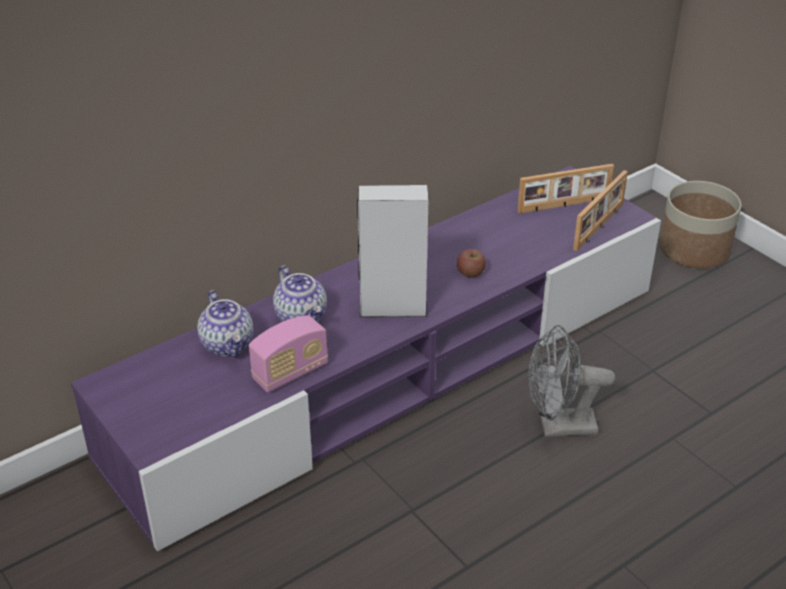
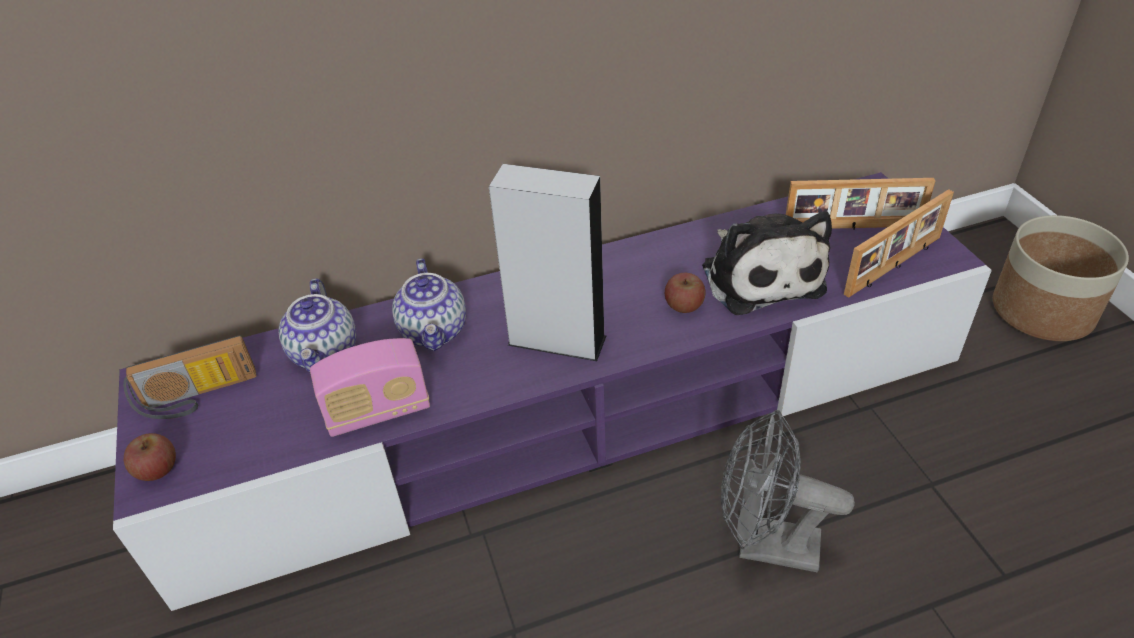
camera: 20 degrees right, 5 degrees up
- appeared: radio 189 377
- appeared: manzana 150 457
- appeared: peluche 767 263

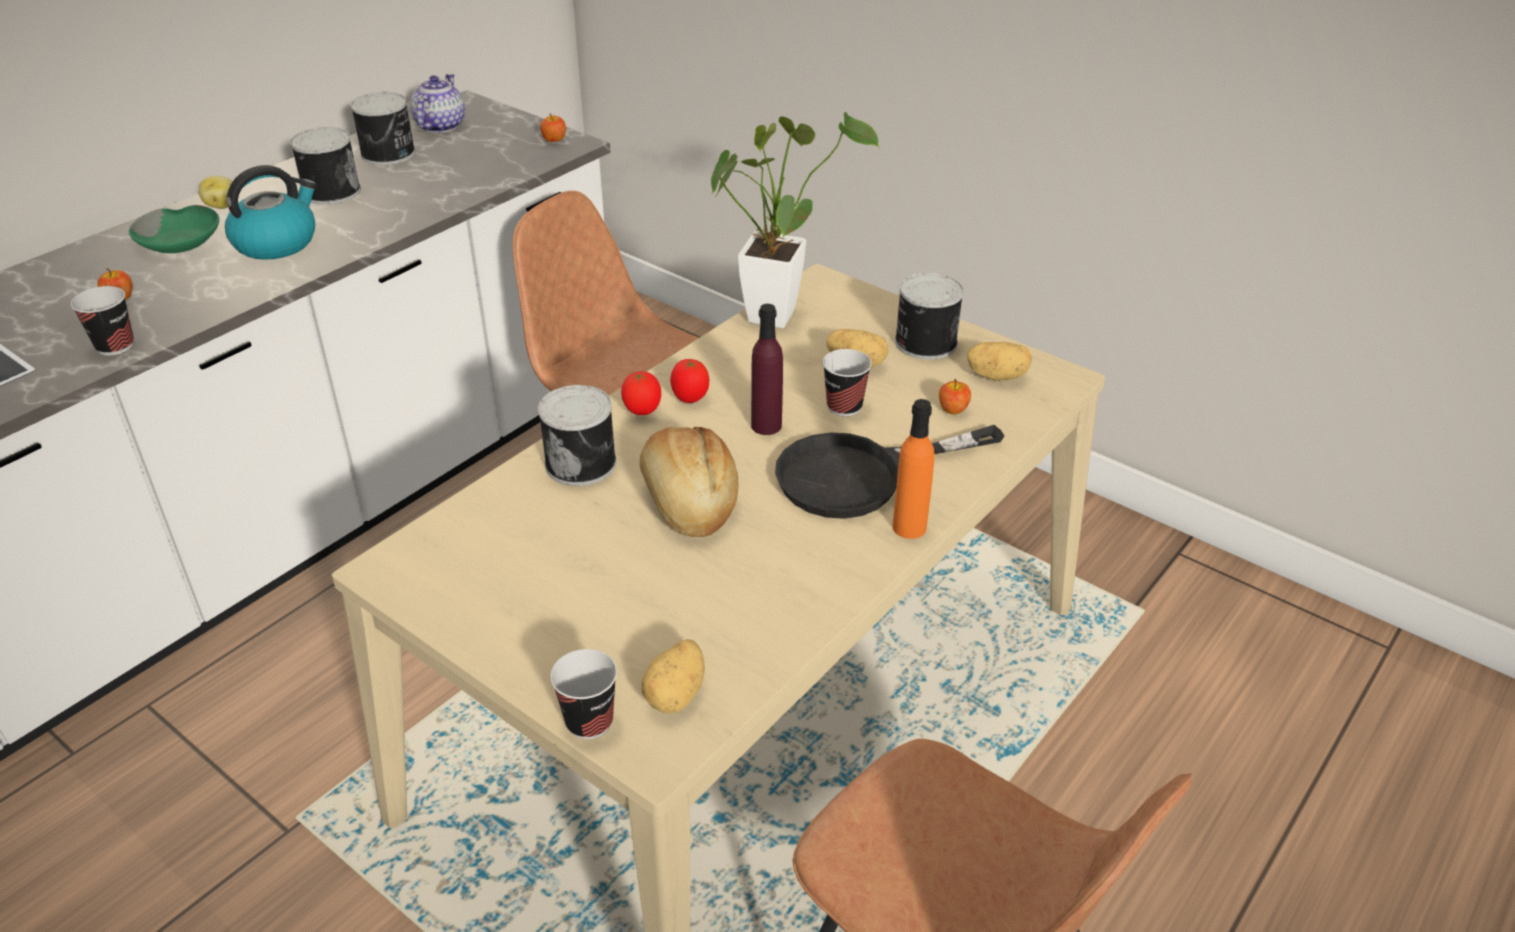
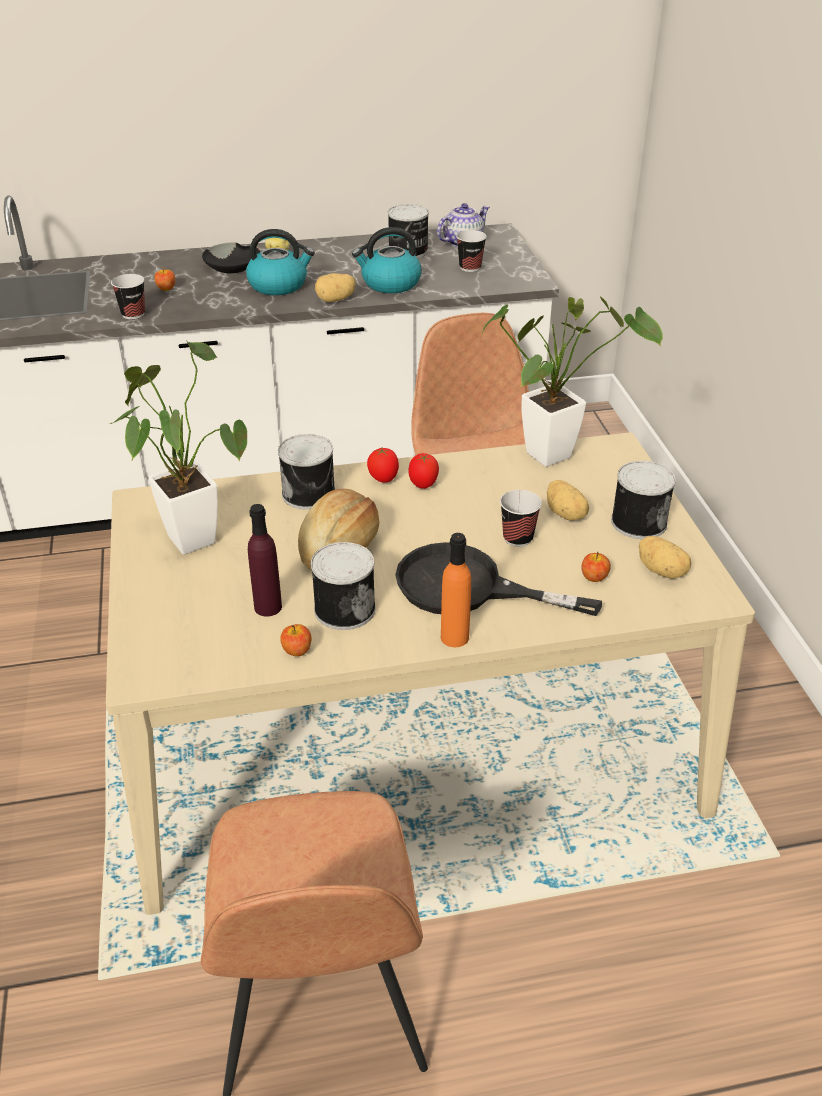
camera: 40 degrees right, 0 degrees up
- colour: cuenco (verde) 174 229 to cuenco (negro) 231 257
- relocated: lata 325 166 to 343 586
- relocated: manzana 553 128 to 296 640
- relocated: taza 583 694 to 471 251
- relocated: patata 673 676 to 335 287
- relocated: botella (morado) 767 369 to 265 560
- appeared: planta en maceta 178 447
- appeared: hervidor 387 260

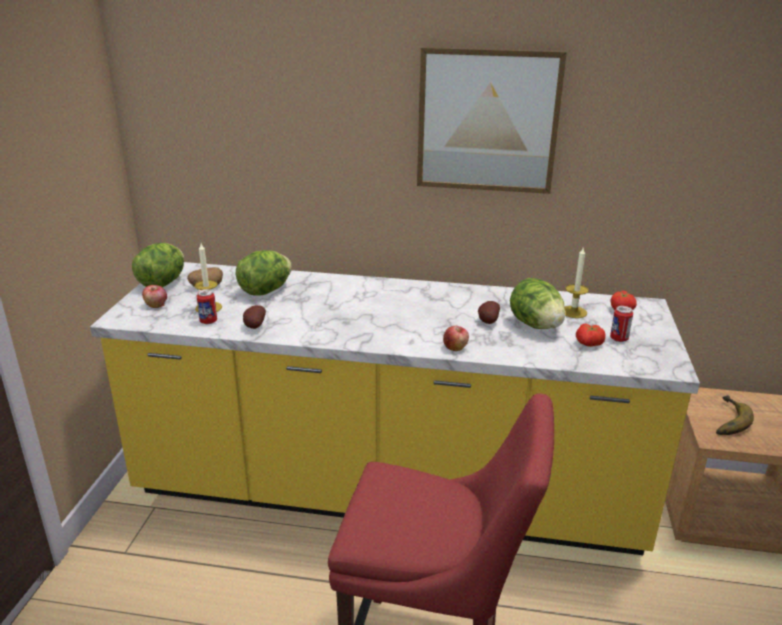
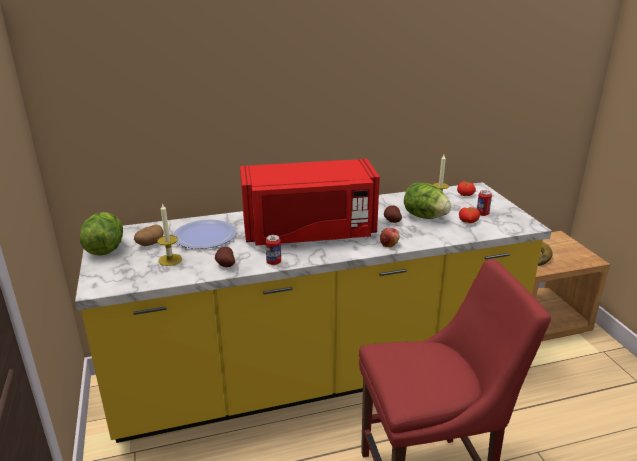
camera: 25 degrees left, 0 degrees up
- missing: manzana 154 296
- relocated: lata 207 306 to 273 250
- exchanged: lechuga 264 273 to plato 204 234
- missing: cuadro 492 120
- appeared: microondas (rojo) 310 202

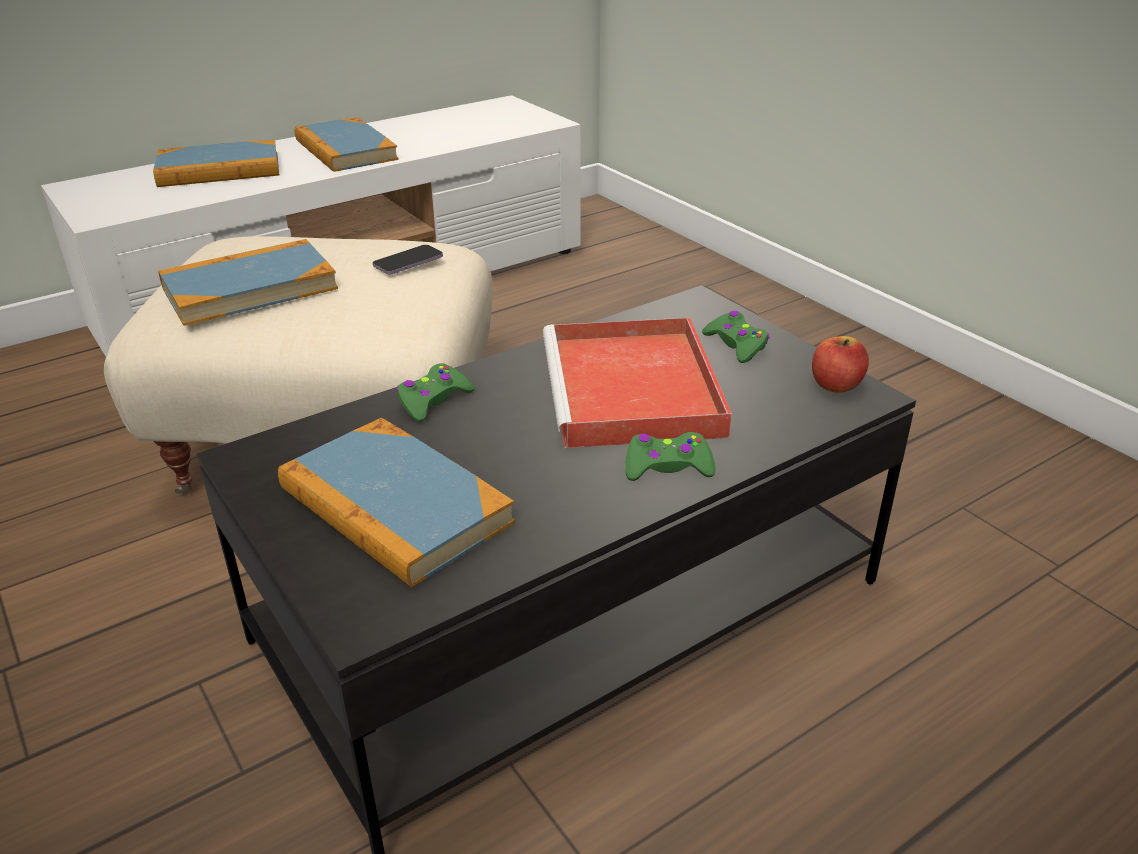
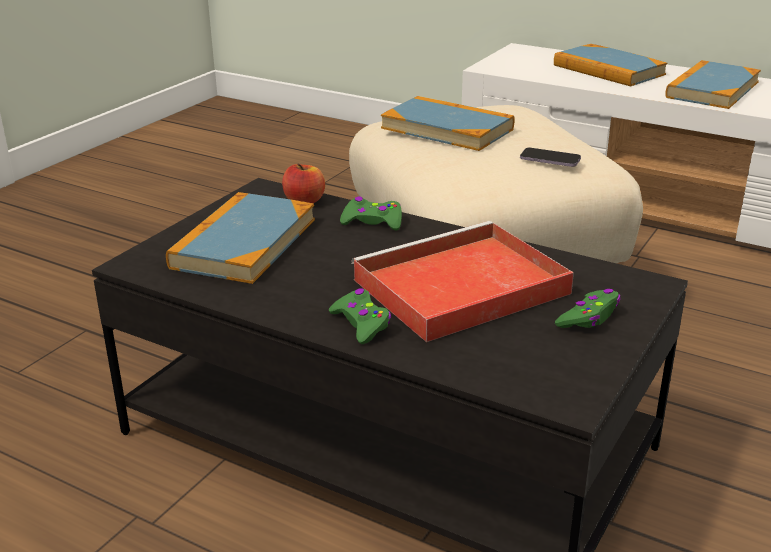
camera: 65 degrees right, 5 degrees down
- relocated: manzana 840 364 to 303 183

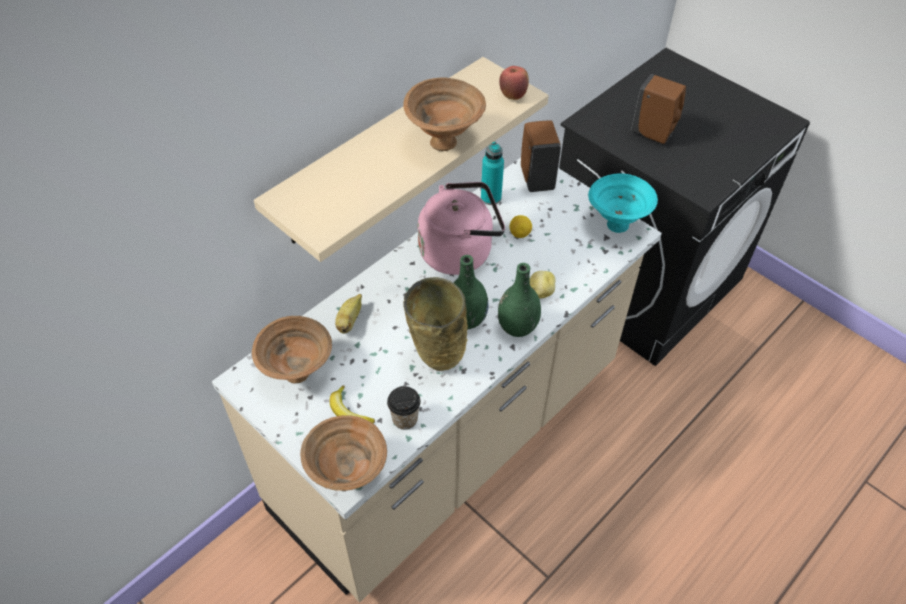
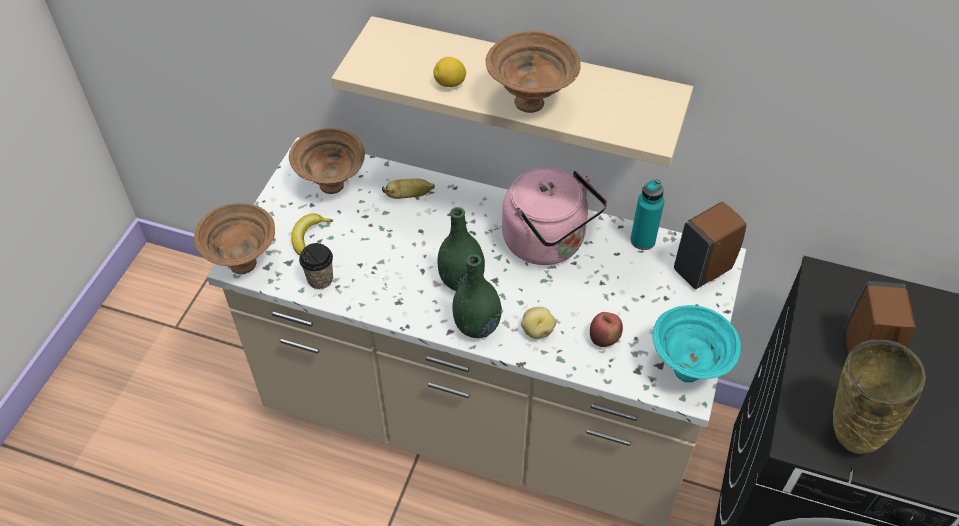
camera: 65 degrees right, 0 degrees up
- relocated: florero (beis) 435 324 to 879 397
- relocated: manzana 514 83 to 606 329
- relocated: limón 520 226 to 449 72

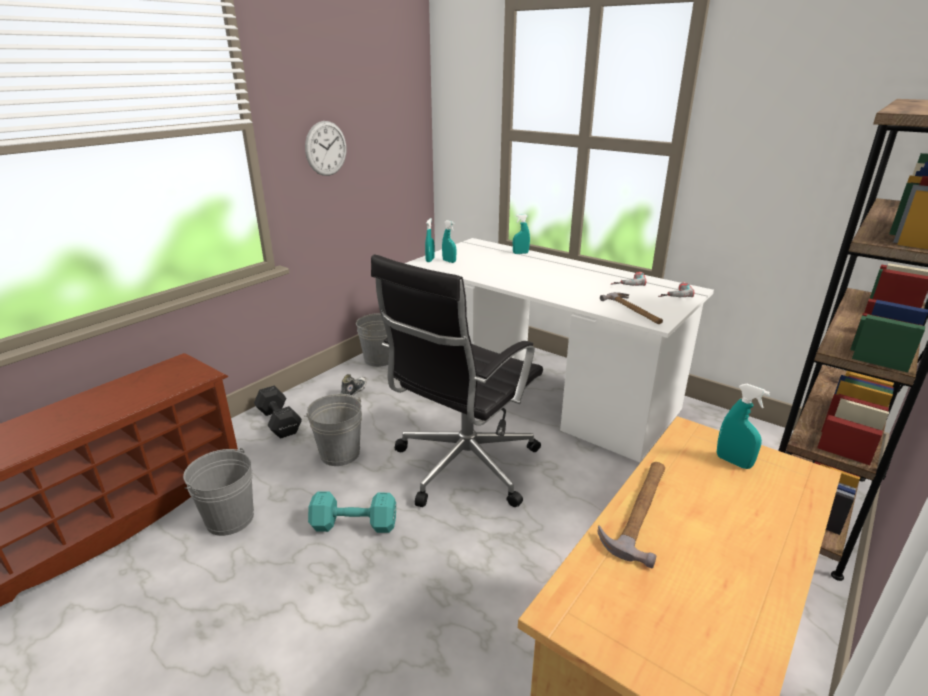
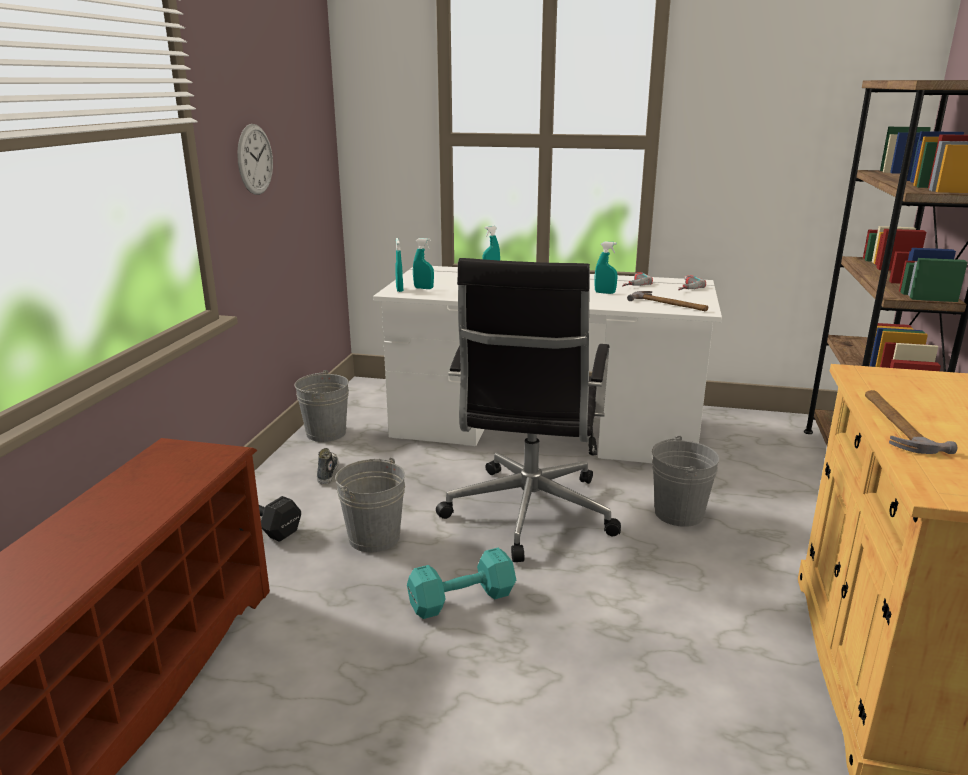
camera: 25 degrees left, 5 degrees down
- relocated: cubo (gris) 218 491 to 686 481
- relocated: pulverizador (turquesa) 743 426 to 606 267

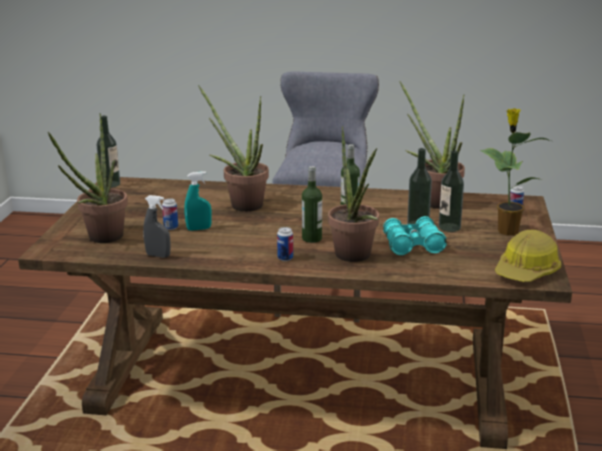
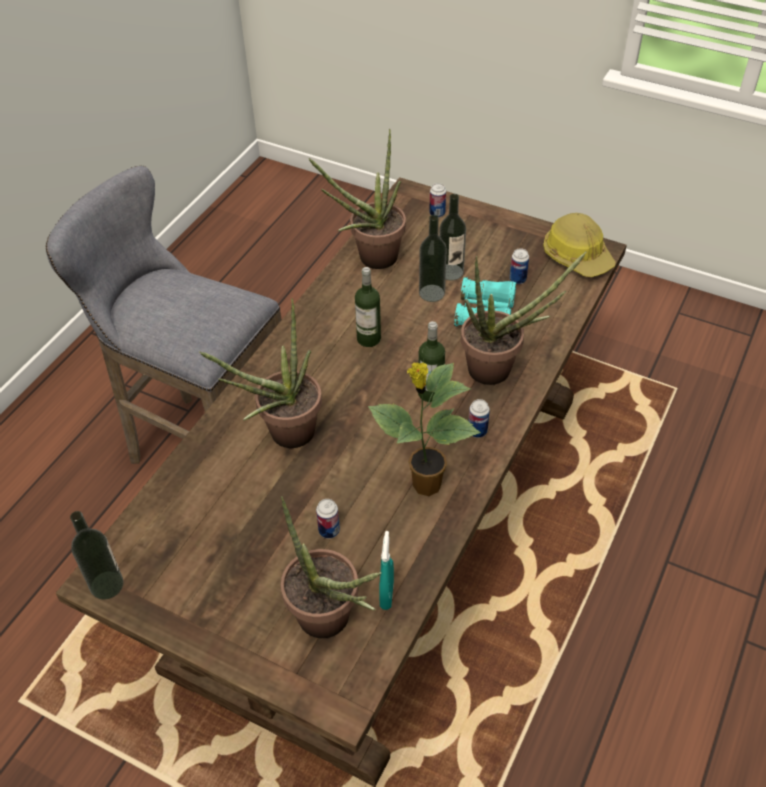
camera: 70 degrees left, 25 degrees up
- missing: pulverizador (gris) 156 226
- relocated: pulverizador (turquesa) 198 201 to 386 570
- relocated: planta en maceta 515 172 to 424 429
- appeared: lata 519 266

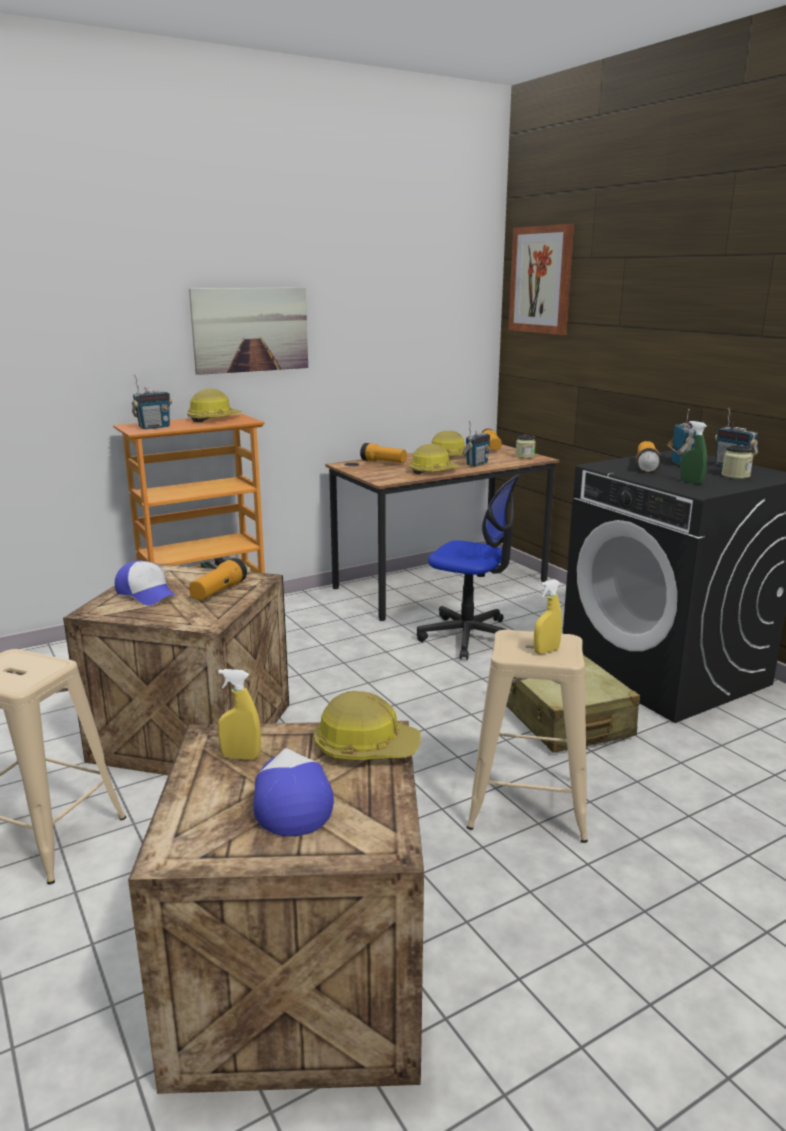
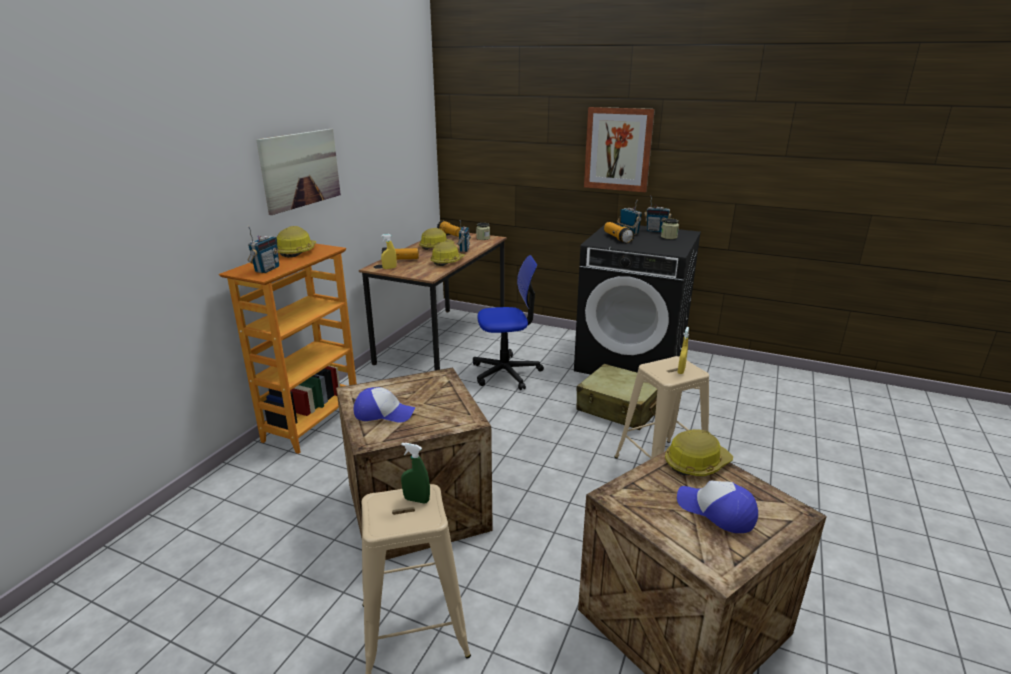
camera: 35 degrees left, 5 degrees up
- missing: linterna 218 579
- relocated: pulverizador (amarillo) 239 714 to 389 251
- relocated: cuadro 541 279 to 619 149
- relocated: pulverizador (verde) 693 453 to 415 473

